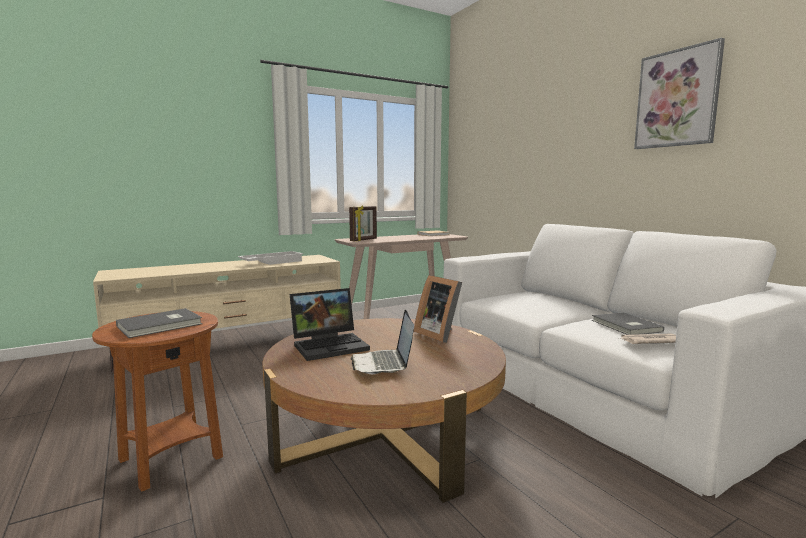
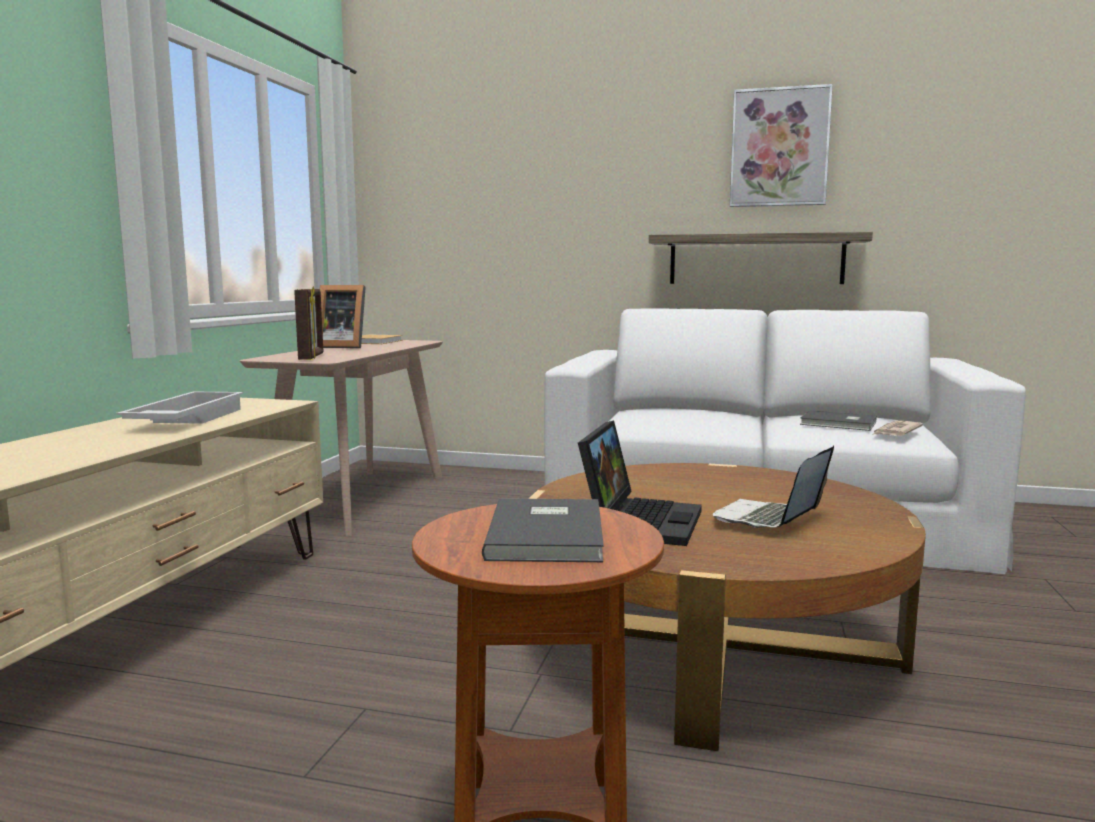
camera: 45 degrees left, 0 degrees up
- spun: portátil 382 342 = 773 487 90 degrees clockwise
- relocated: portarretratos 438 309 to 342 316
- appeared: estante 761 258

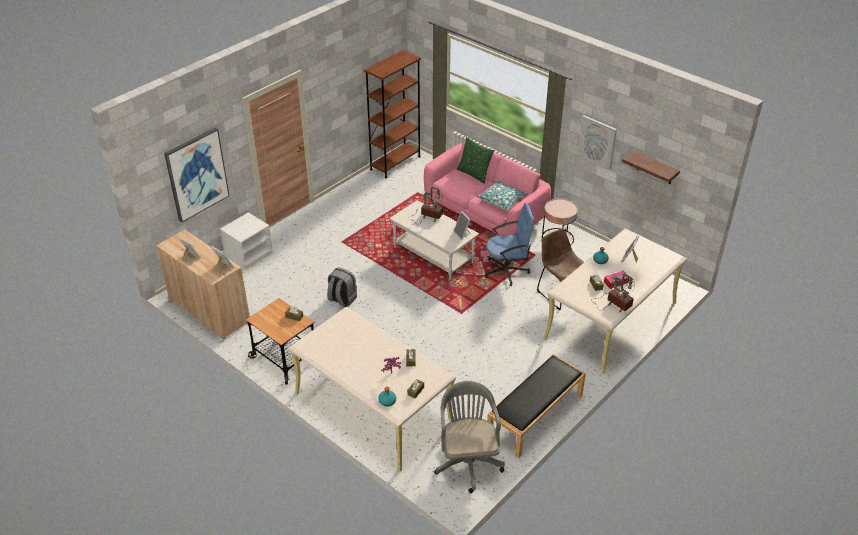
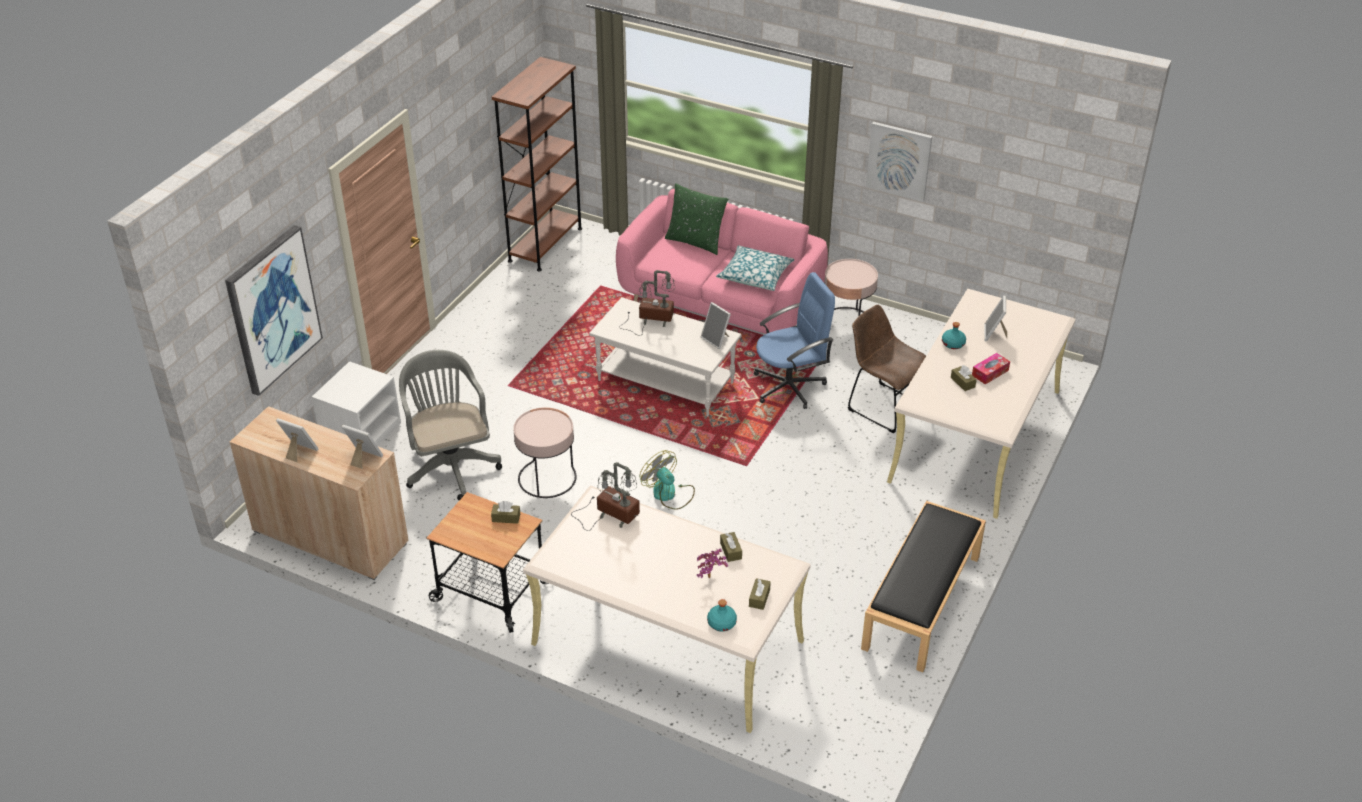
camera: 15 degrees left, 0 degrees up
- exchanged: mochila (gris) 342 287 to mesa auxiliar (rosa) 545 452
- relocated: silla de oficina (gris) 469 437 to 450 425
- relocated: lámpara de mesa 613 293 to 605 496
- missing: estante 651 167
- appeared: ventilador 667 480

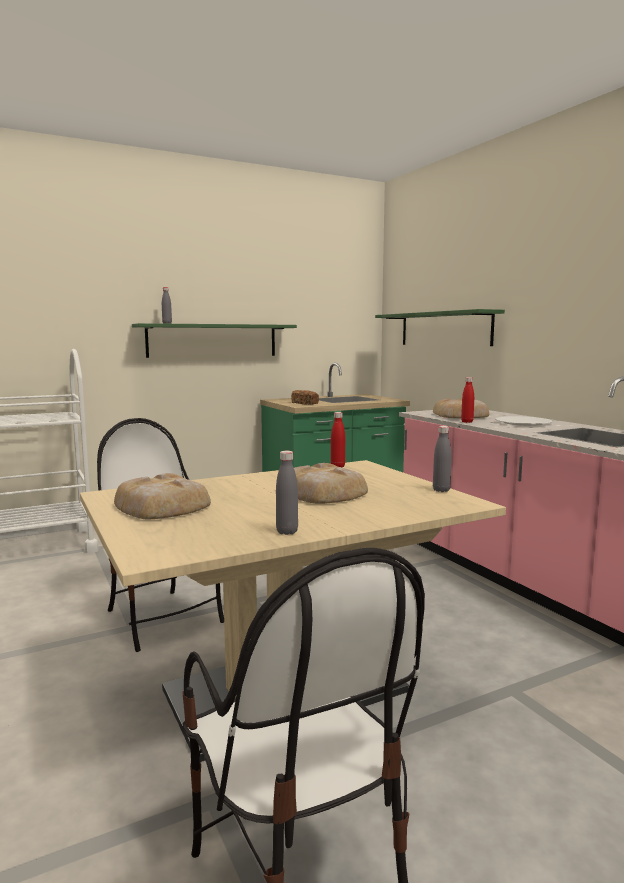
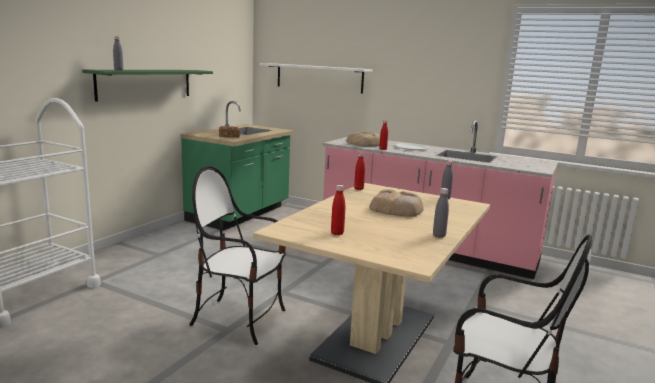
camera: 35 degrees left, 5 degrees up
- exchanged: pan 162 496 to botella (rojo) 338 210
- colour: estante (verde) 440 327 to estante (blanco) 316 78

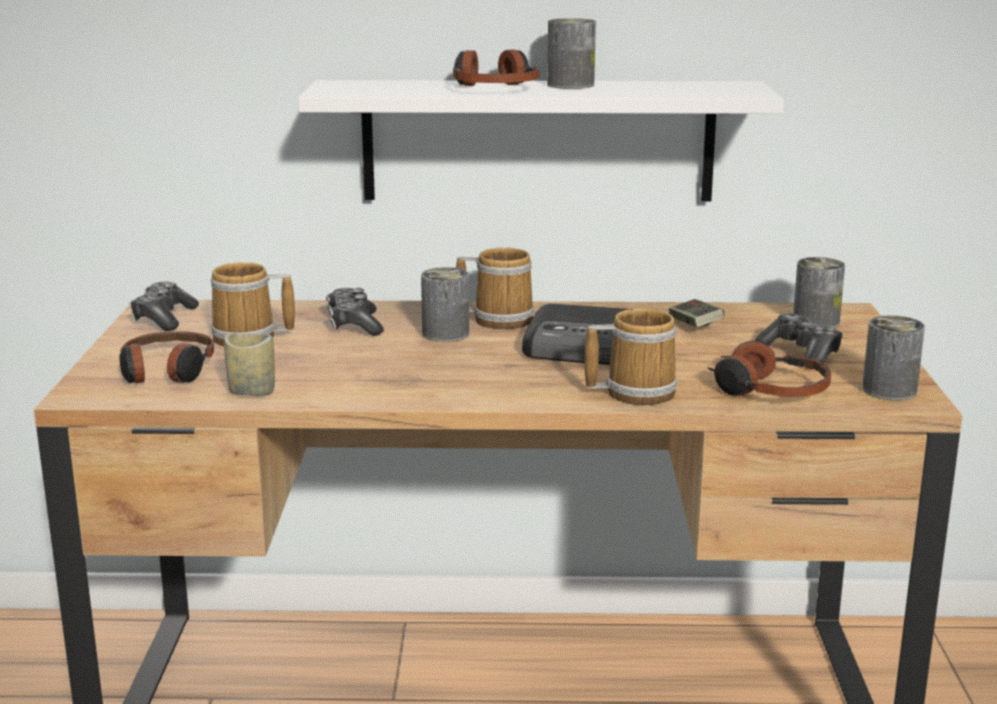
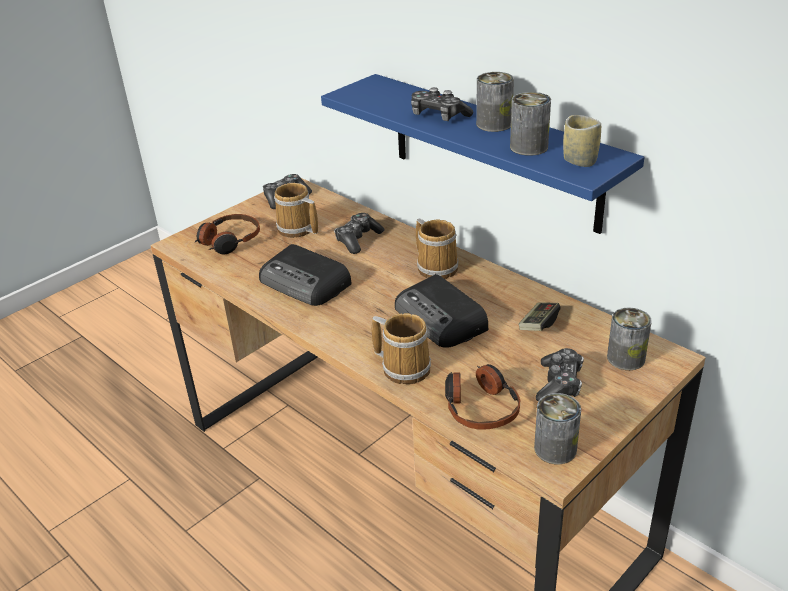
camera: 45 degrees right, 15 degrees up
- relocated: taza 249 364 to 582 141
- colour: estante (blanco) 541 140 to estante (azul) 483 154
- relocated: lata 445 304 to 530 124
- exchanged: auriculares 496 67 to mando de consola 442 104
- appeared: radio 305 275

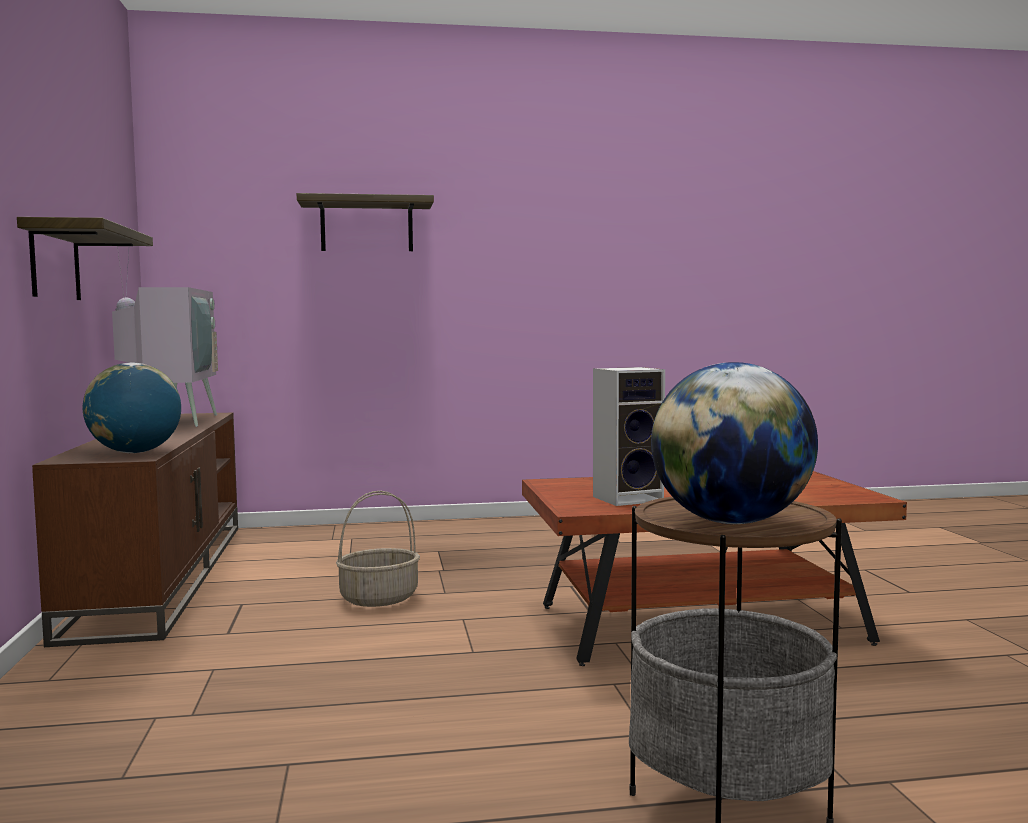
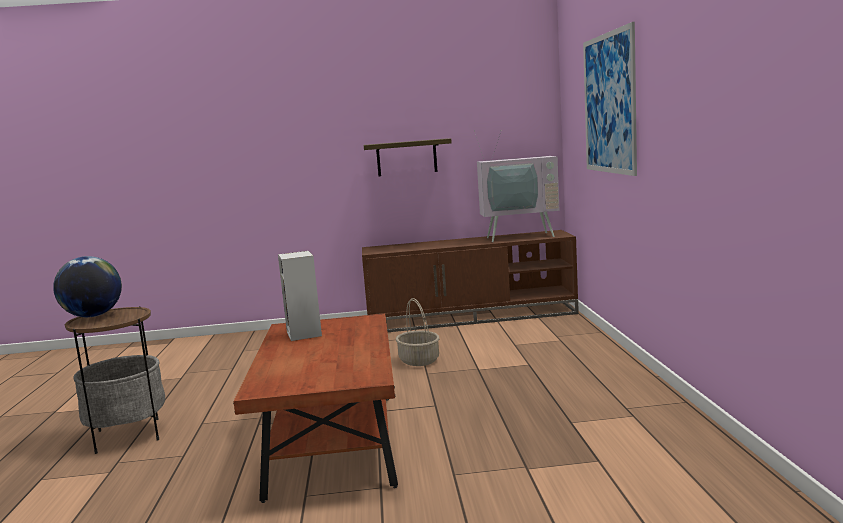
camera: 95 degrees right, 5 degrees up
- missing: globo terráqueo 131 408
- exchanged: estante 365 222 to cuadro 610 99

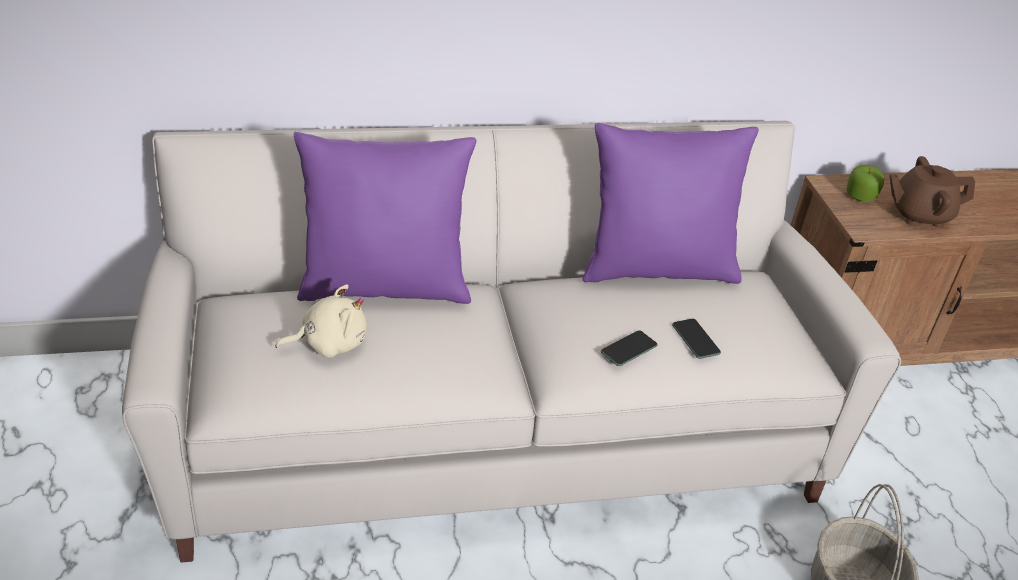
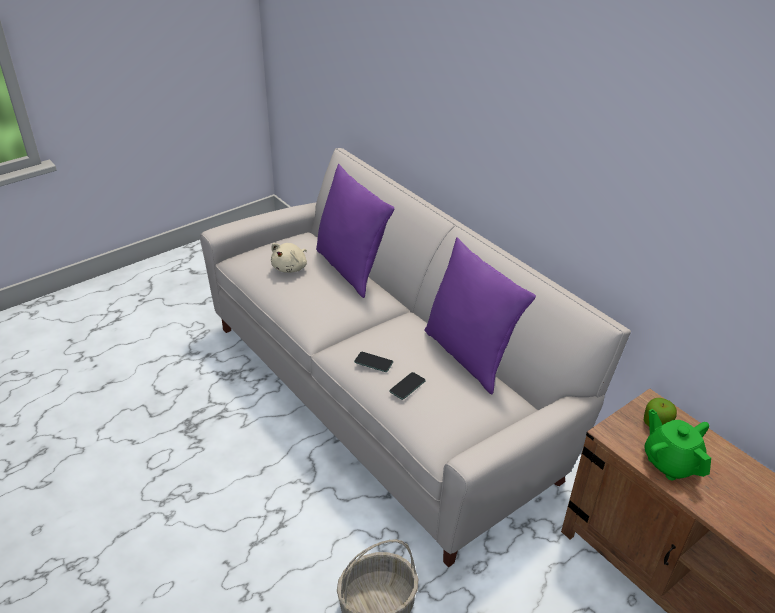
camera: 65 degrees right, 0 degrees up
- spun: peluche (beis) 321 321 = 289 258 75 degrees clockwise
- colour: tetera (marrón) 932 192 to tetera (verde) 678 444

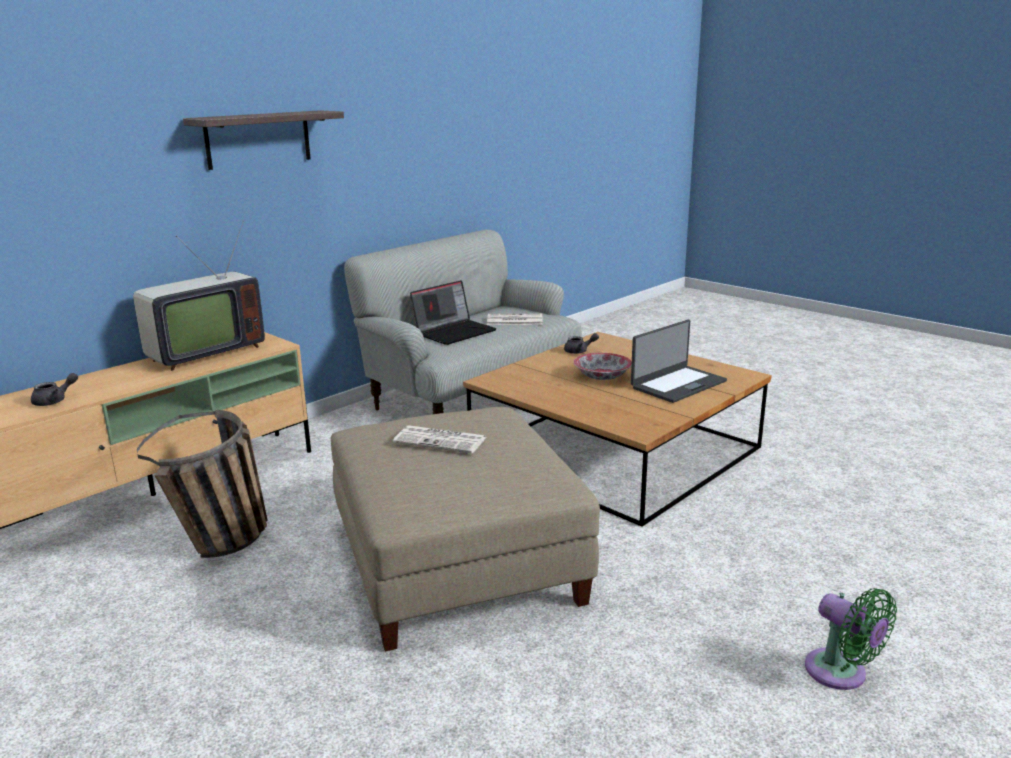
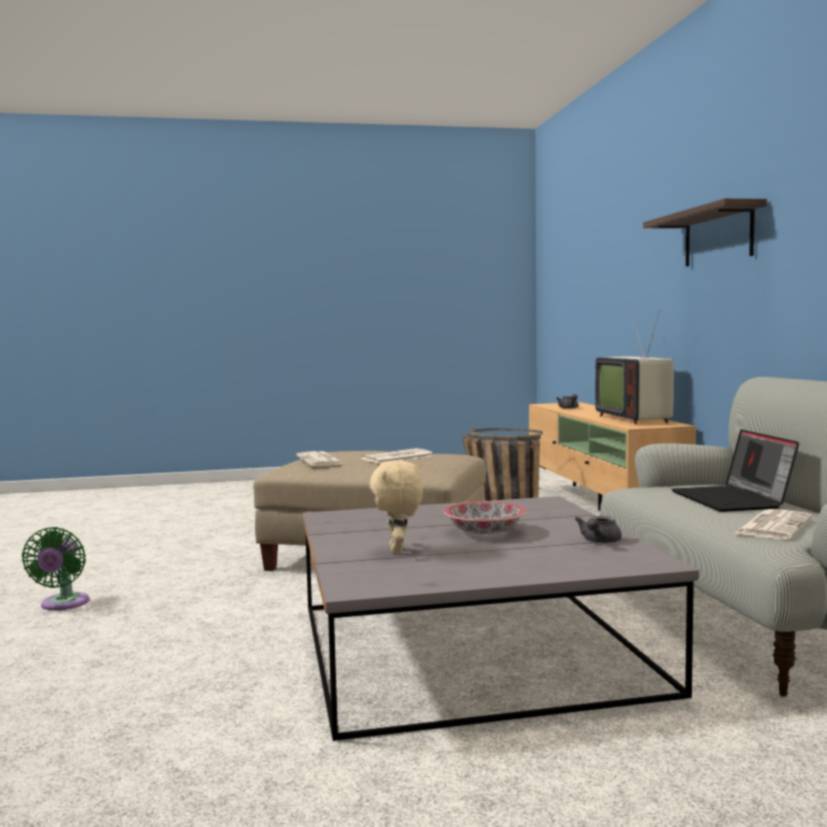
camera: 125 degrees right, 15 degrees down
- colour: mesa de centro (marrón) 617 429 to mesa de centro (gris) 501 618
- exchanged: portátil 679 361 to peluche (beis) 396 507
- spun: ventilador (verde) 851 639 = 55 569 90 degrees counterclockwise
- appeared: periódico 319 458

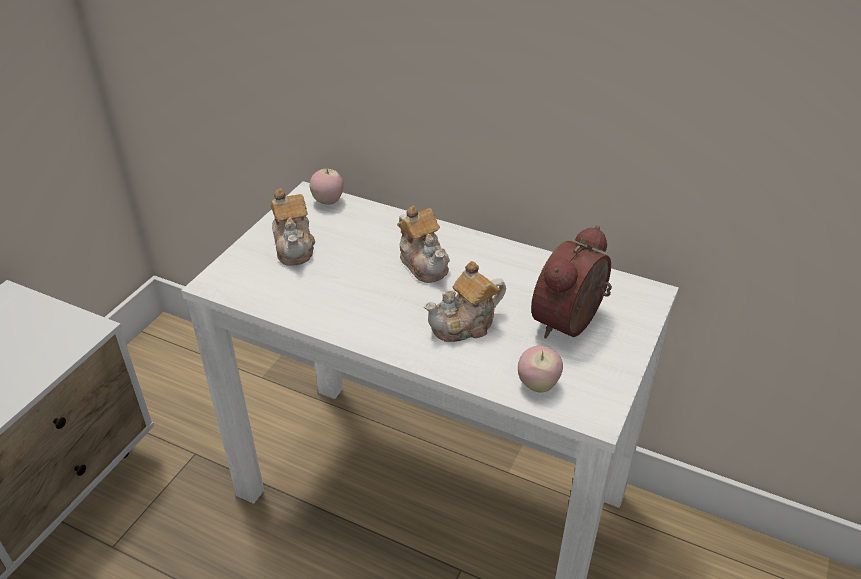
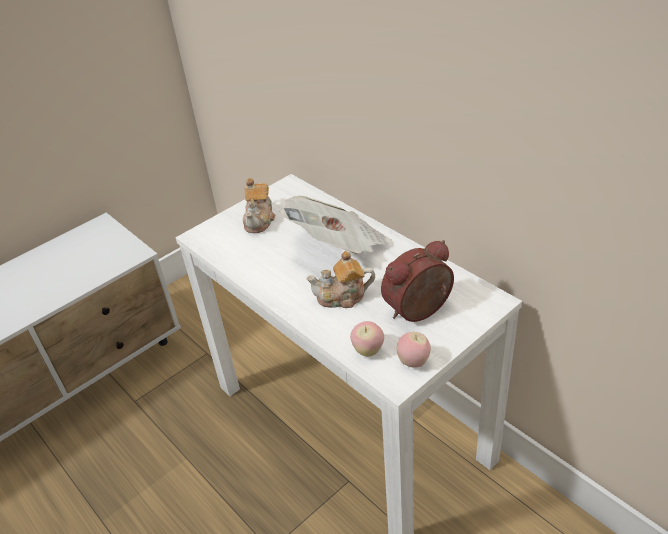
camera: 25 degrees right, 0 degrees up
- relocated: manzana 327 187 to 414 350
- exchanged: tetera 423 244 to periódico 336 225

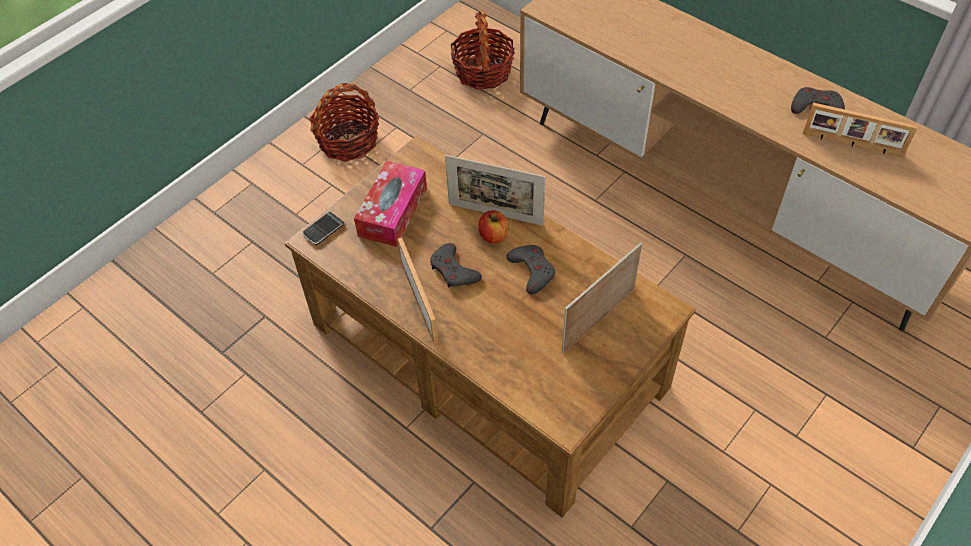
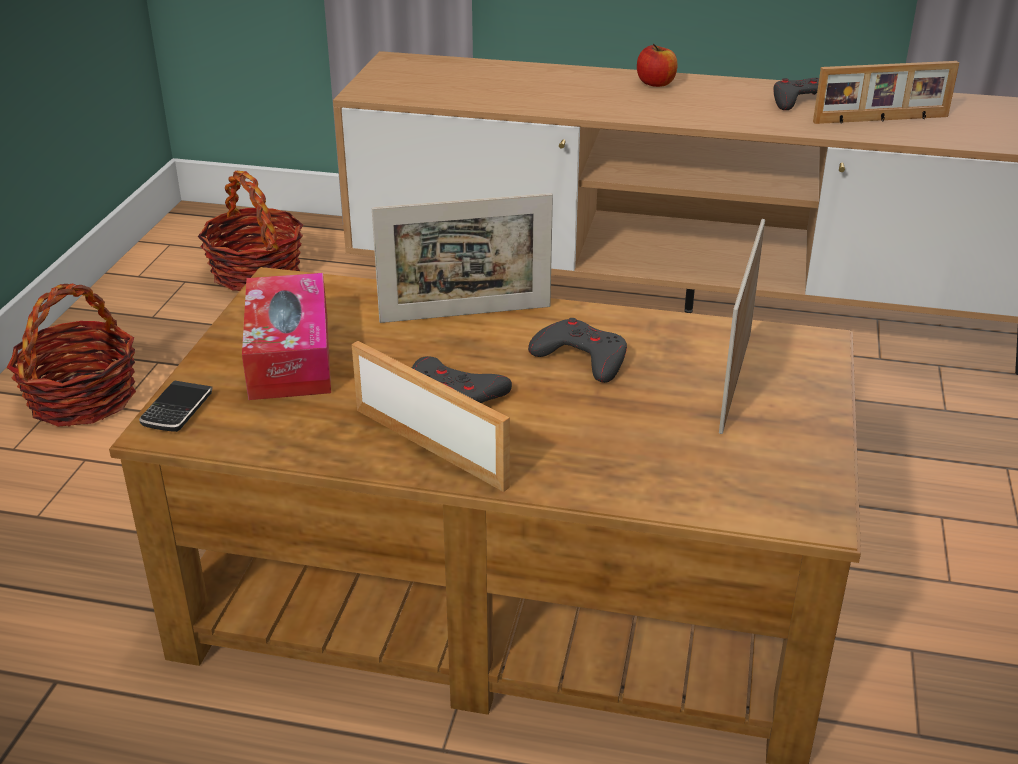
camera: 30 degrees left, 20 degrees down
- relocated: manzana 494 227 to 657 65

